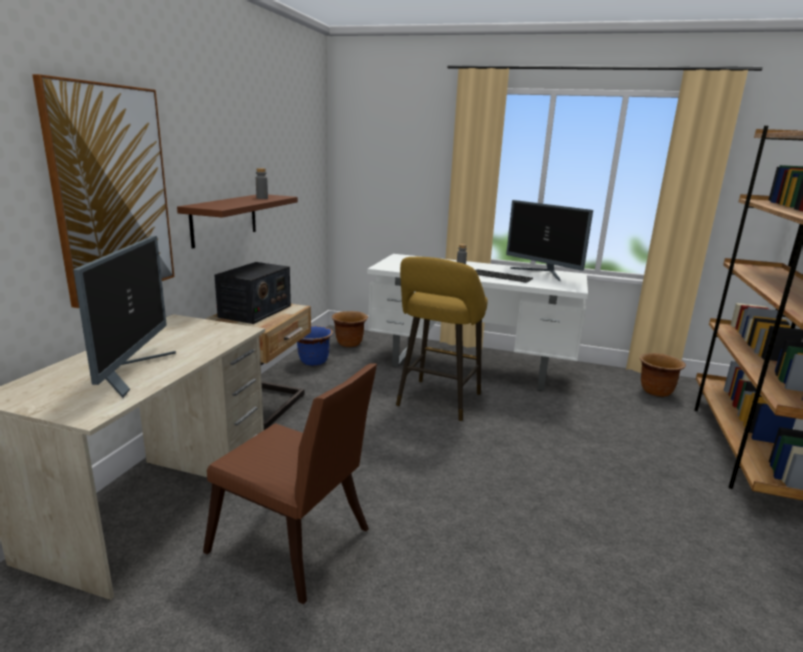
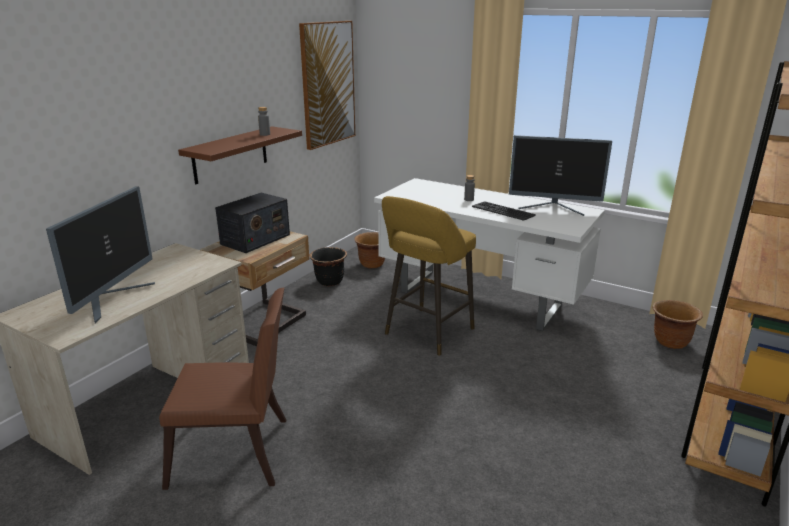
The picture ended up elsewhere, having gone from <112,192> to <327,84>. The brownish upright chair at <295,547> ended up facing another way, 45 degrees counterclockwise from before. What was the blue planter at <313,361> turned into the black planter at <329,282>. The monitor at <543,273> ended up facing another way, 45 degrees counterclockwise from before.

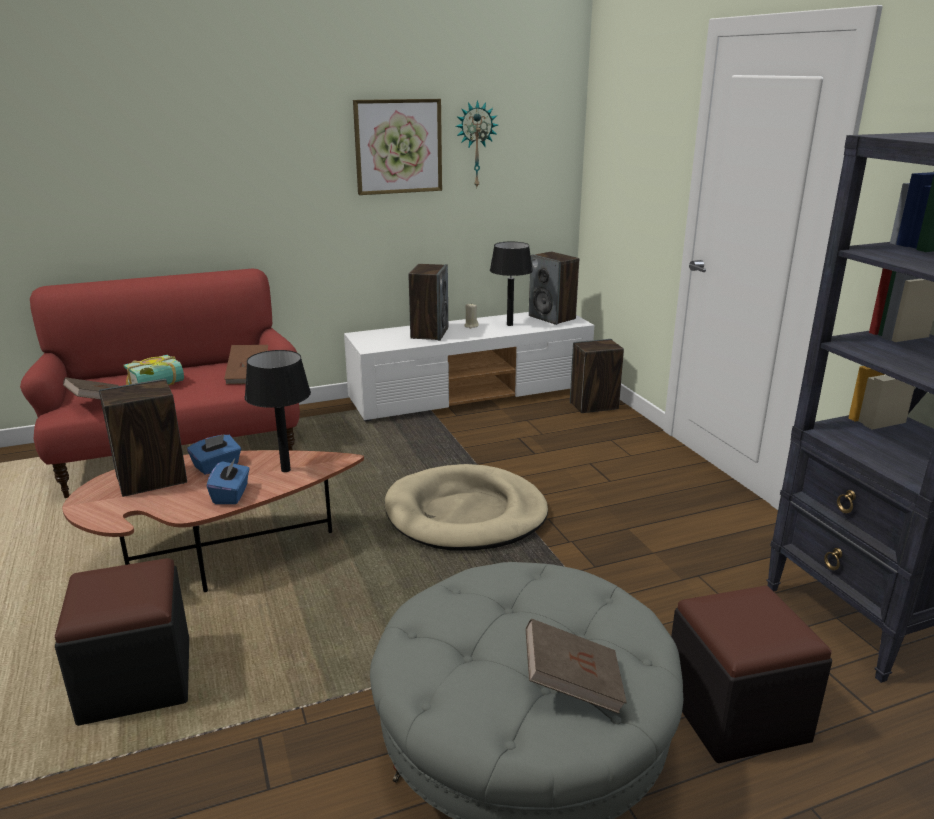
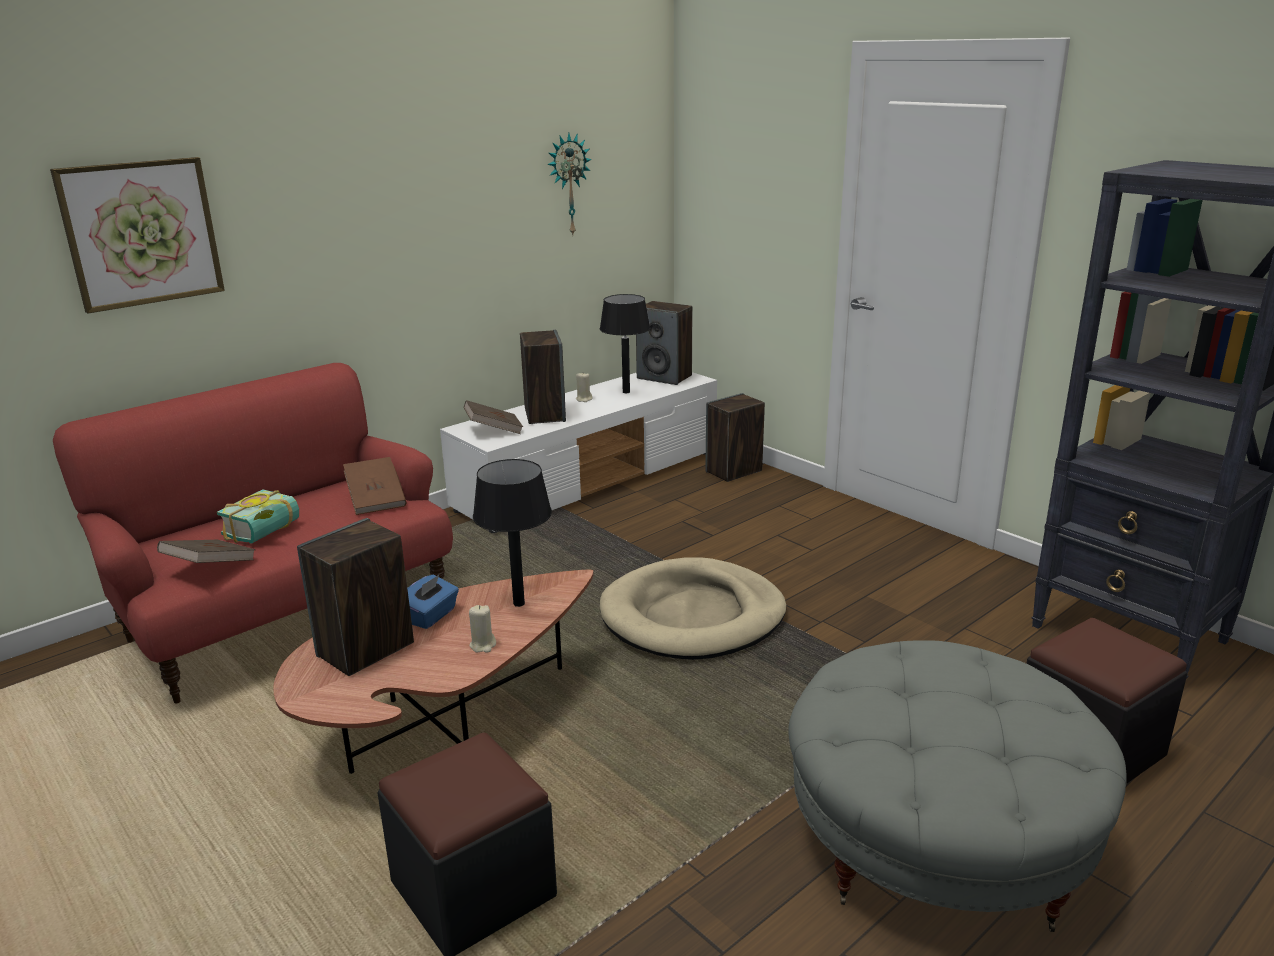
Where the blue tissue holder stood at <231,495>, the beige wax light came to stand at <483,645>. The picture ended up elsewhere, having gone from <398,146> to <141,233>. The brownish bound book ended up elsewhere, having gone from <572,684> to <494,430>.

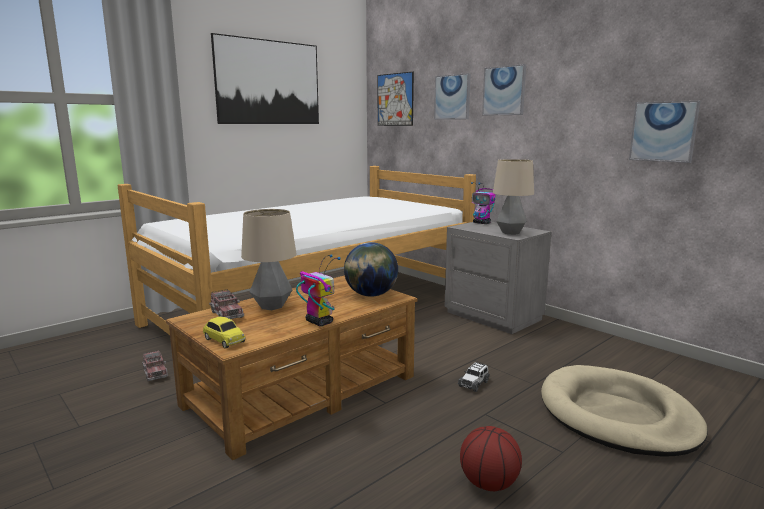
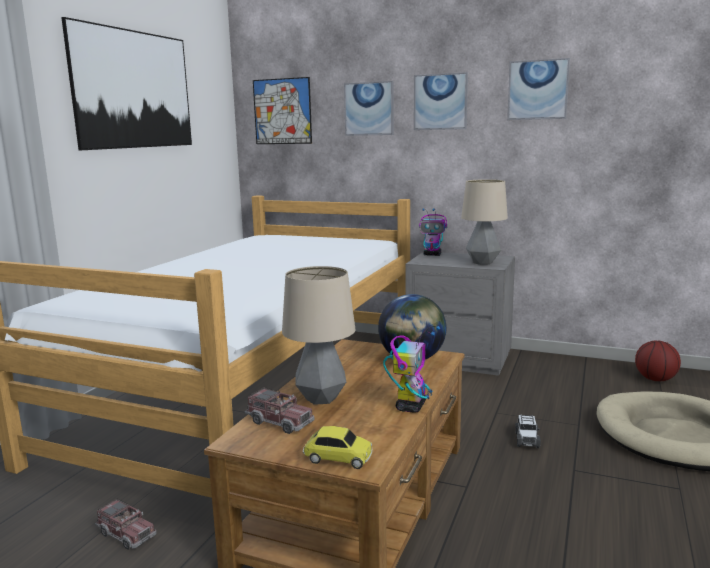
The toy robot at <319,322> ended up facing another way, 90 degrees clockwise from before. The basketball ball ended up elsewhere, having gone from <489,484> to <656,379>. The picture ended up elsewhere, having gone from <663,131> to <538,90>.

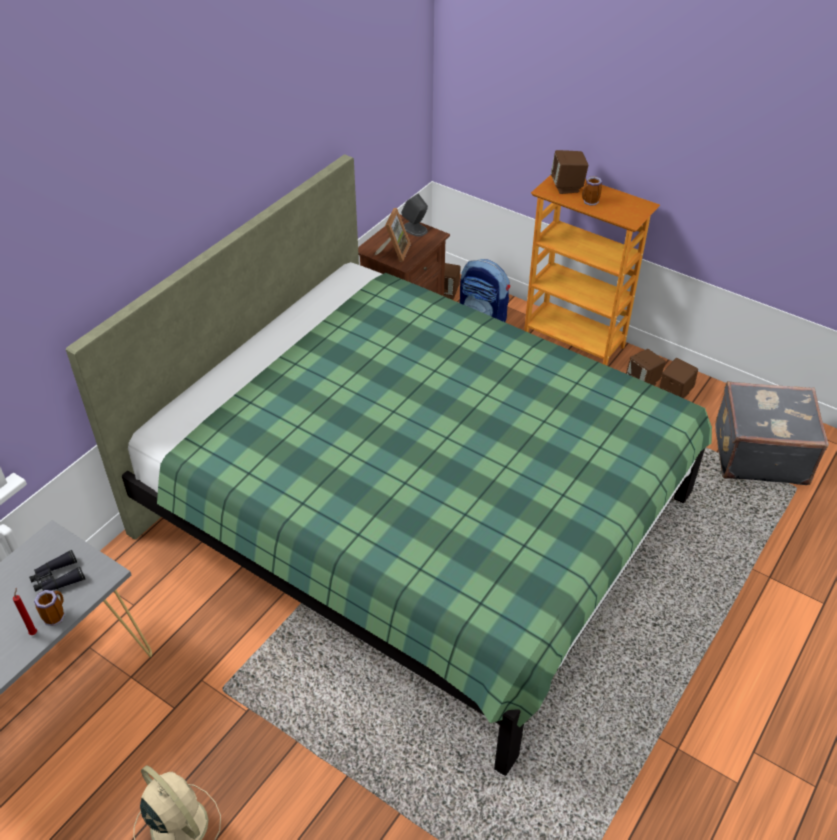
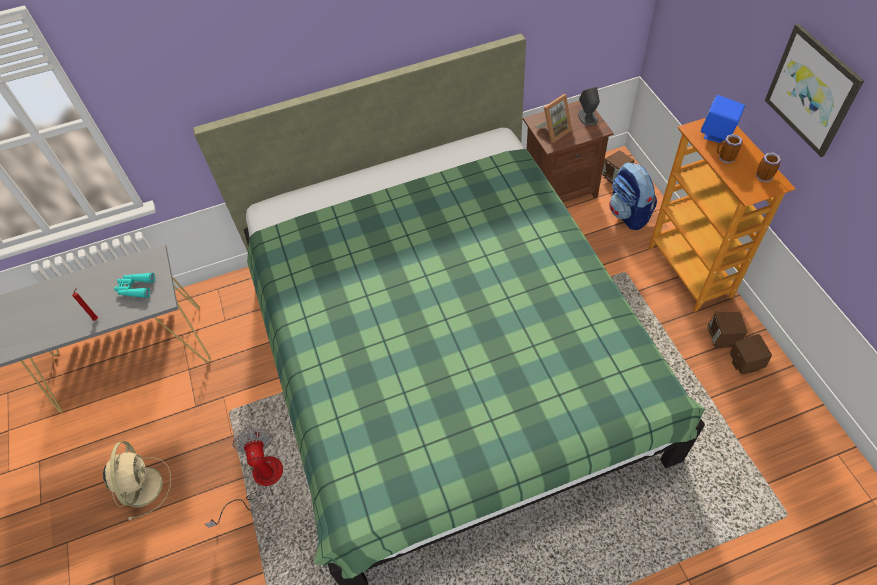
What was the black binoculars at <57,578> turned into the turquoise binoculars at <135,288>. The mug ended up elsewhere, having gone from <55,615> to <765,175>. What was the brownish loudspeaker at <567,187> turned into the blue loudspeaker at <717,134>. The second view lost the grey suitcase at <759,453>. The second view gained the fan at <259,481>. The second view gained the picture at <812,90>.

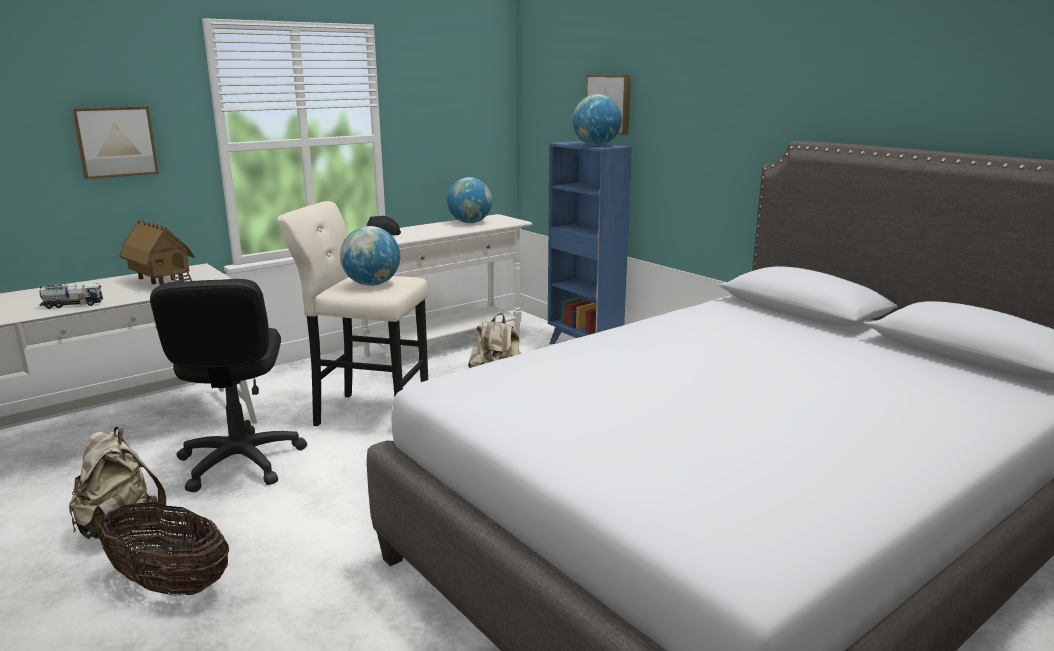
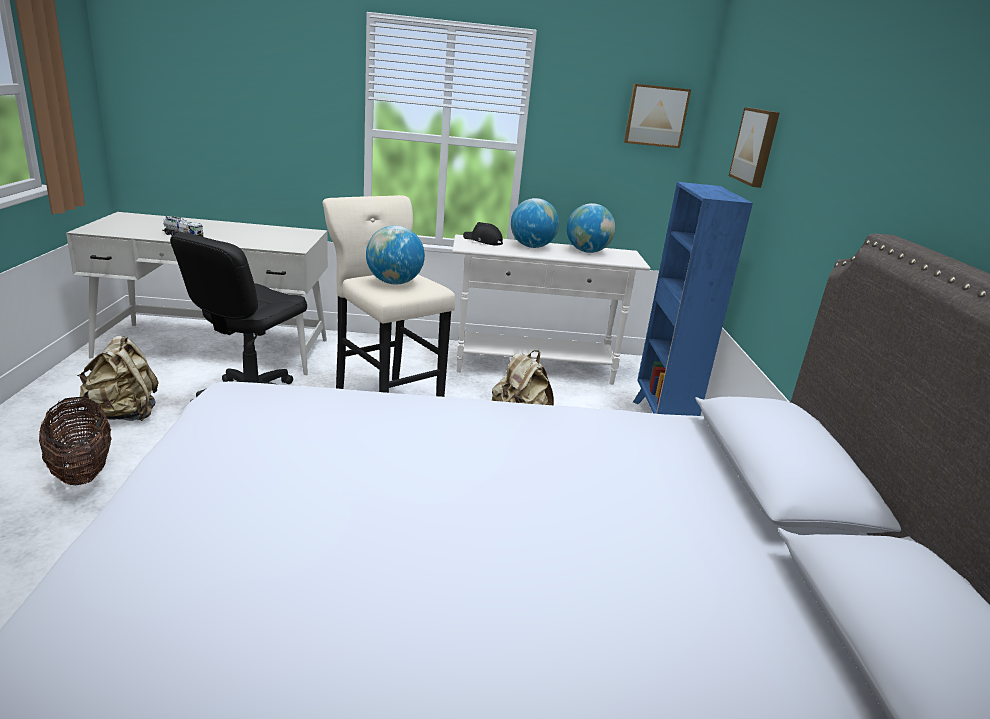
The picture ended up elsewhere, having gone from <115,141> to <656,116>. The second view lost the model house at <162,282>. The world globe ended up elsewhere, having gone from <596,145> to <531,247>.

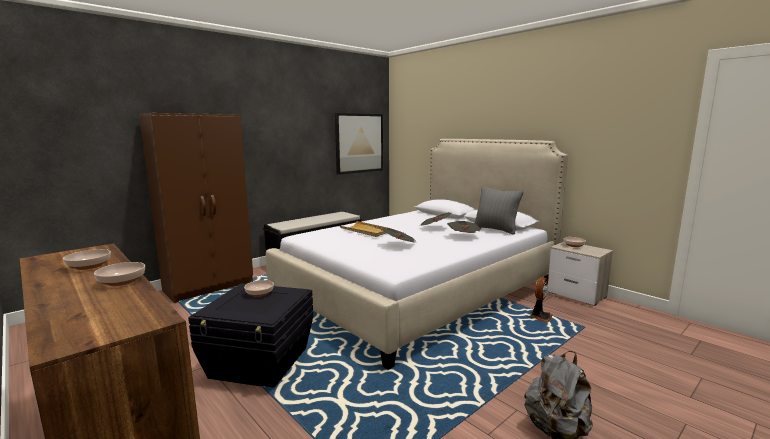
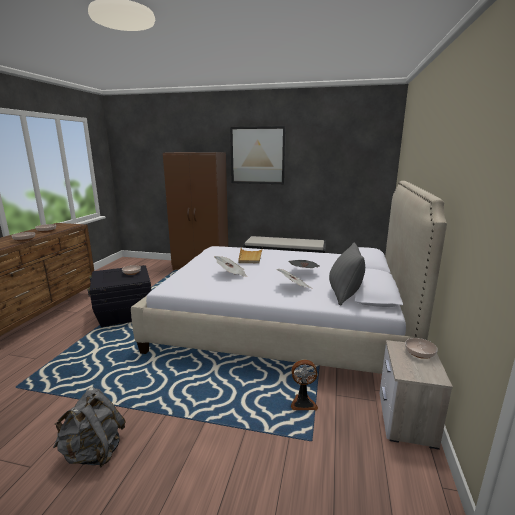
The picture ended up elsewhere, having gone from <359,143> to <257,155>.

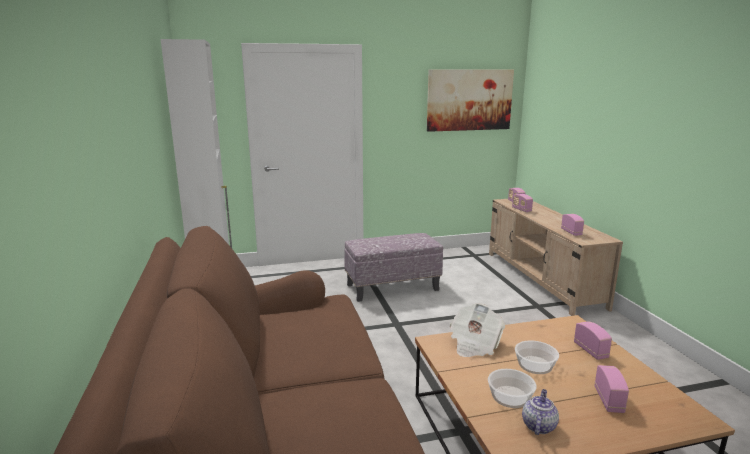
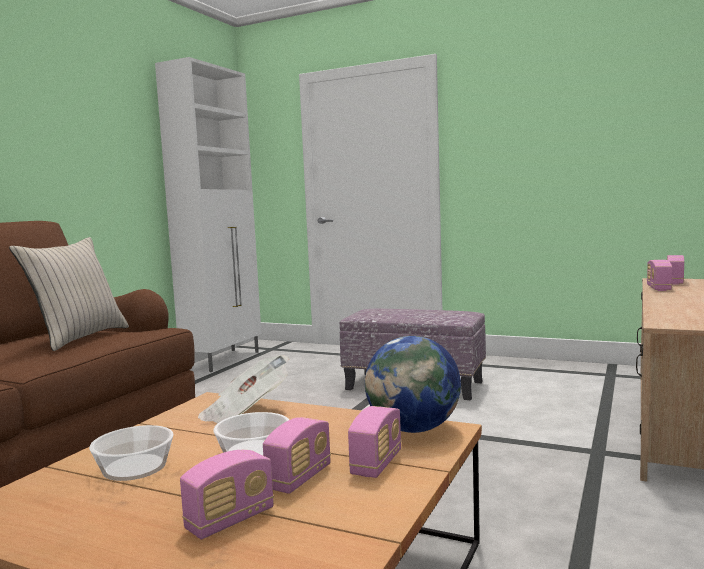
The second view lost the picture at <469,100>. The second view lost the tea pot at <538,425>. The radio set ended up elsewhere, having gone from <571,232> to <299,478>. The second view gained the beige throw pillow at <78,338>. The second view gained the world globe at <414,429>.

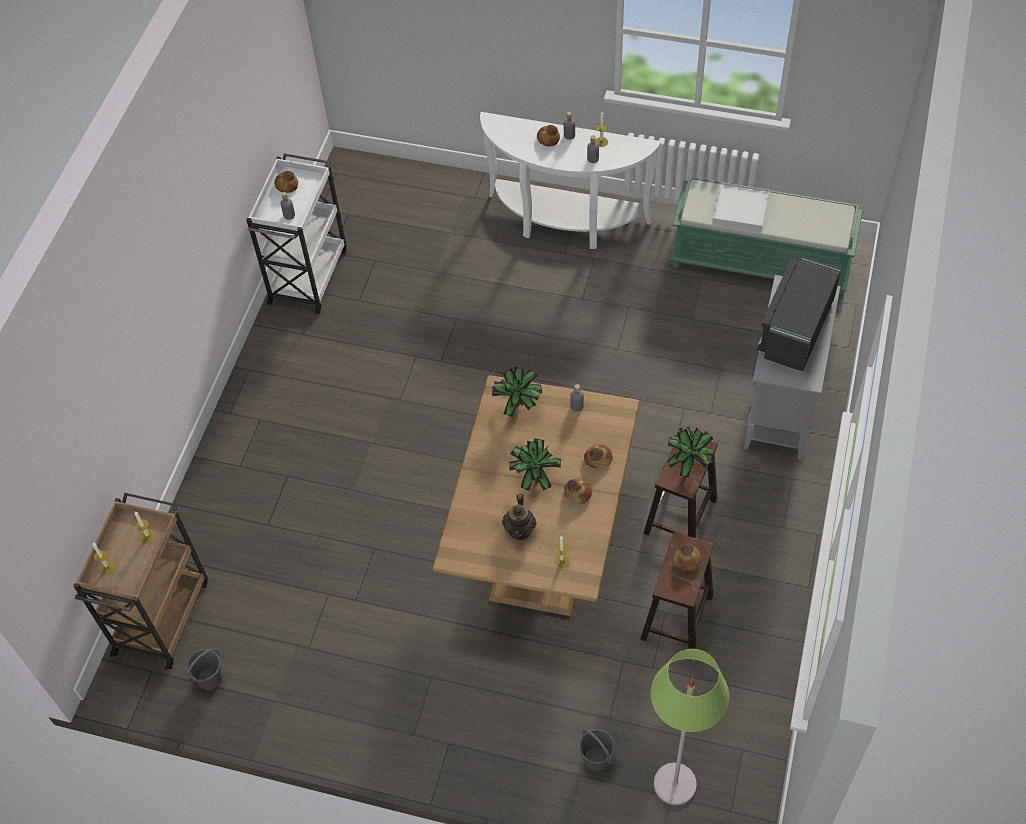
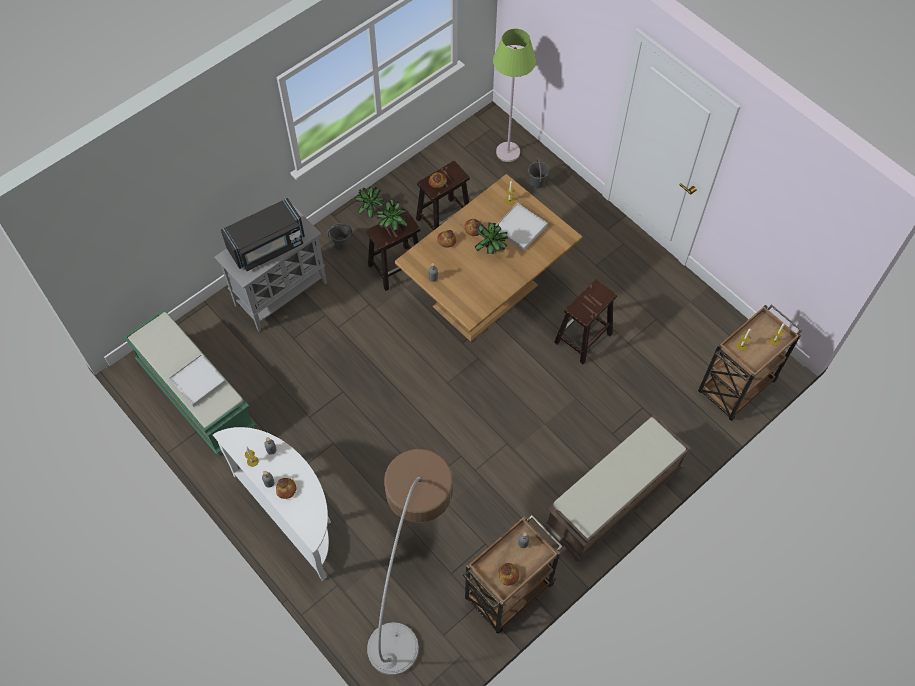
The grey water bucket ended up elsewhere, having gone from <209,678> to <341,243>. What was the white trolley at <308,275> turned into the brownish trolley at <508,593>. The houseplant ended up elsewhere, having gone from <519,407> to <370,211>. Where the tea pot stood at <520,530>, the white carrying tray came to stand at <520,228>. The second view gained the standing lamp at <410,581>. The second view gained the brownish long seat at <612,500>. The second view gained the brownish sitting stool at <582,339>.

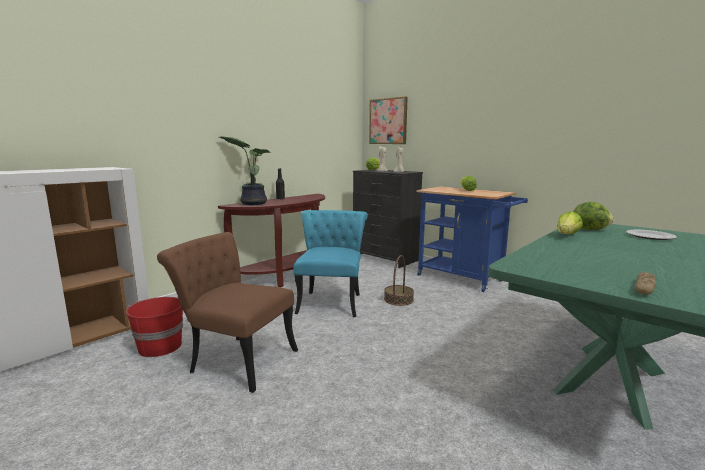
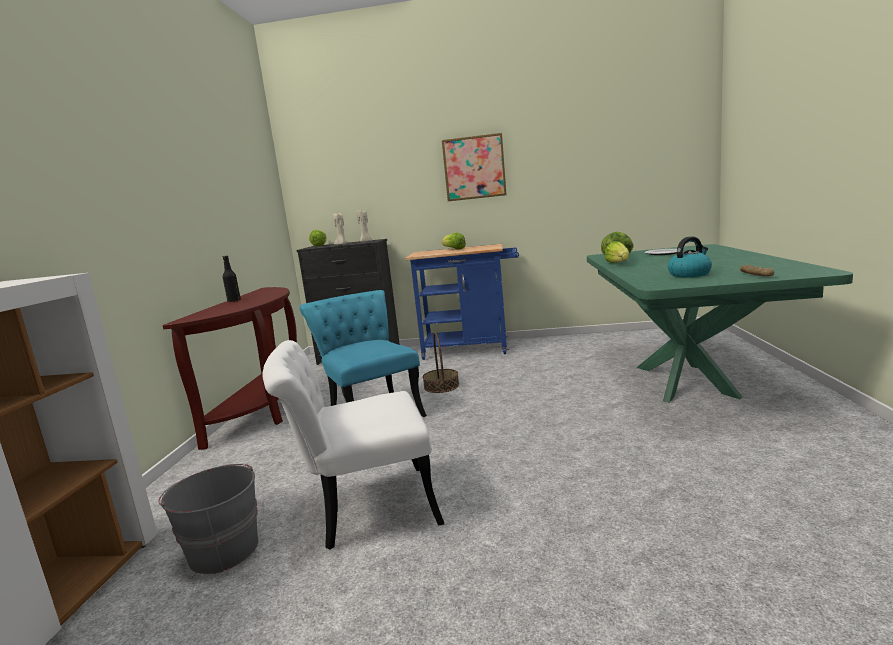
What was the reddish water bucket at <160,346> turned into the grey water bucket at <223,550>. What was the brownish upright chair at <235,359> turned into the white upright chair at <363,509>. The second view lost the houseplant at <252,203>. The picture ended up elsewhere, having gone from <388,121> to <474,168>. The second view gained the water kettle at <689,274>.

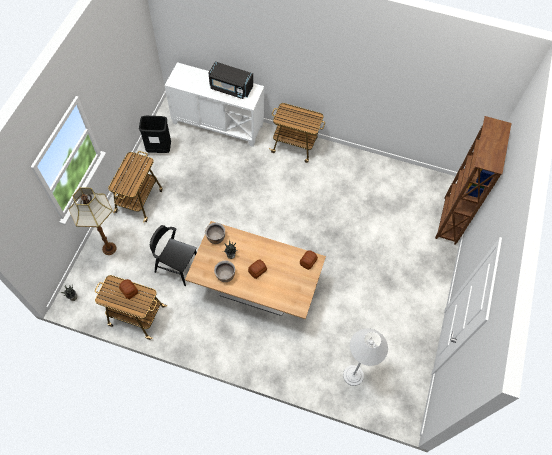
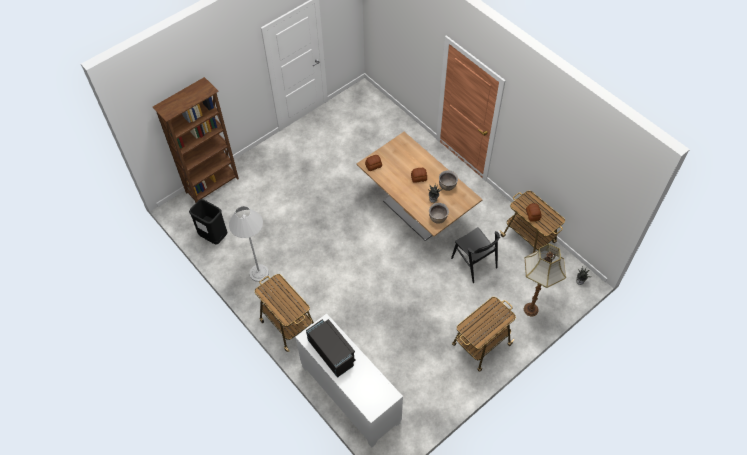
The black rubbish bin ended up elsewhere, having gone from <159,149> to <213,237>. The white standing lamp ended up elsewhere, having gone from <353,375> to <259,273>.

